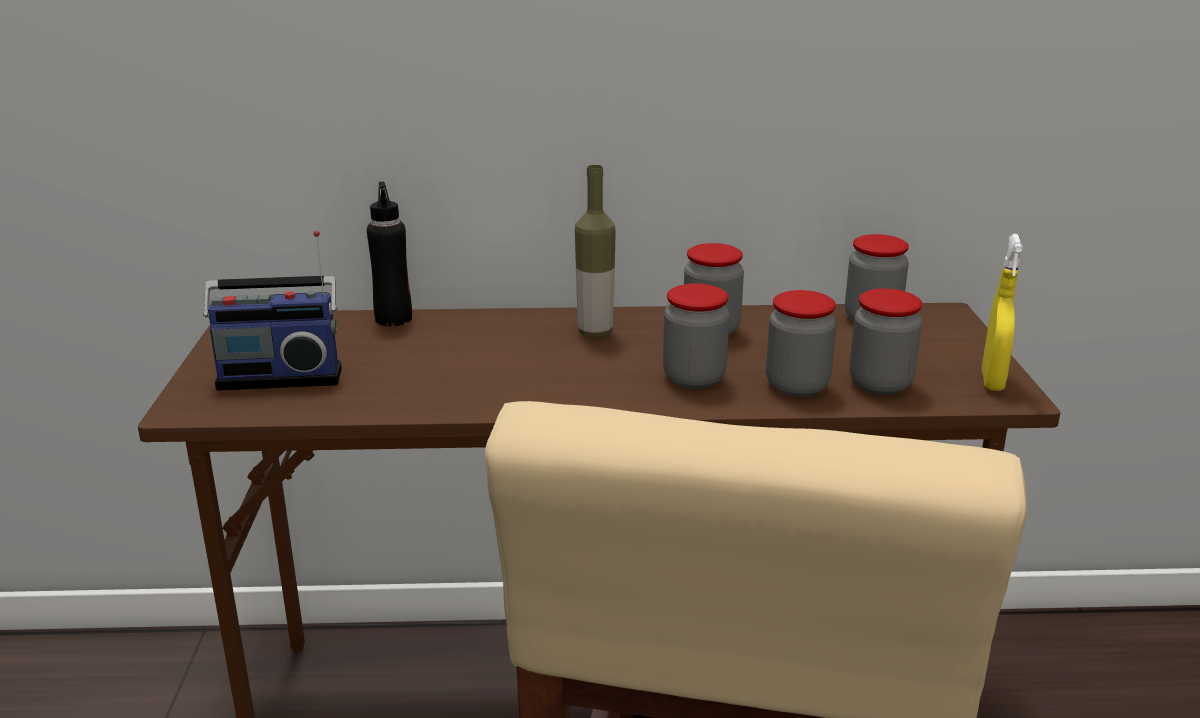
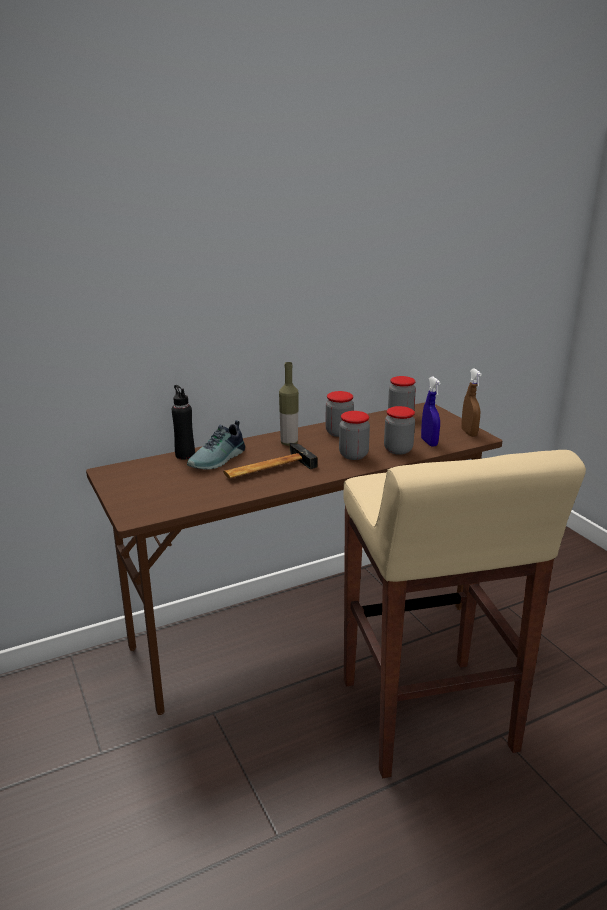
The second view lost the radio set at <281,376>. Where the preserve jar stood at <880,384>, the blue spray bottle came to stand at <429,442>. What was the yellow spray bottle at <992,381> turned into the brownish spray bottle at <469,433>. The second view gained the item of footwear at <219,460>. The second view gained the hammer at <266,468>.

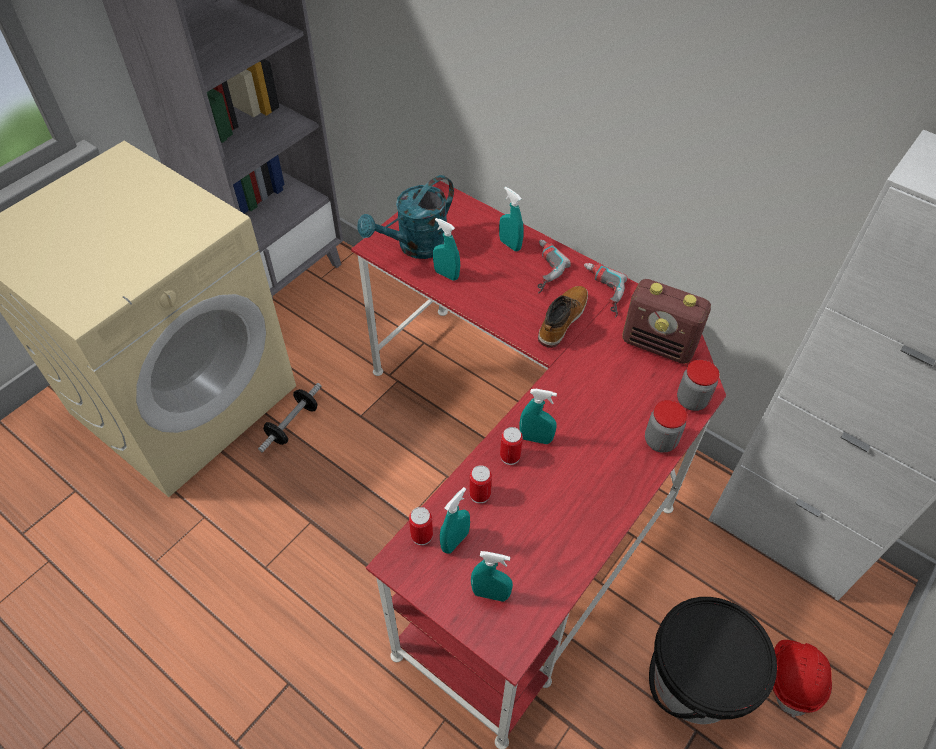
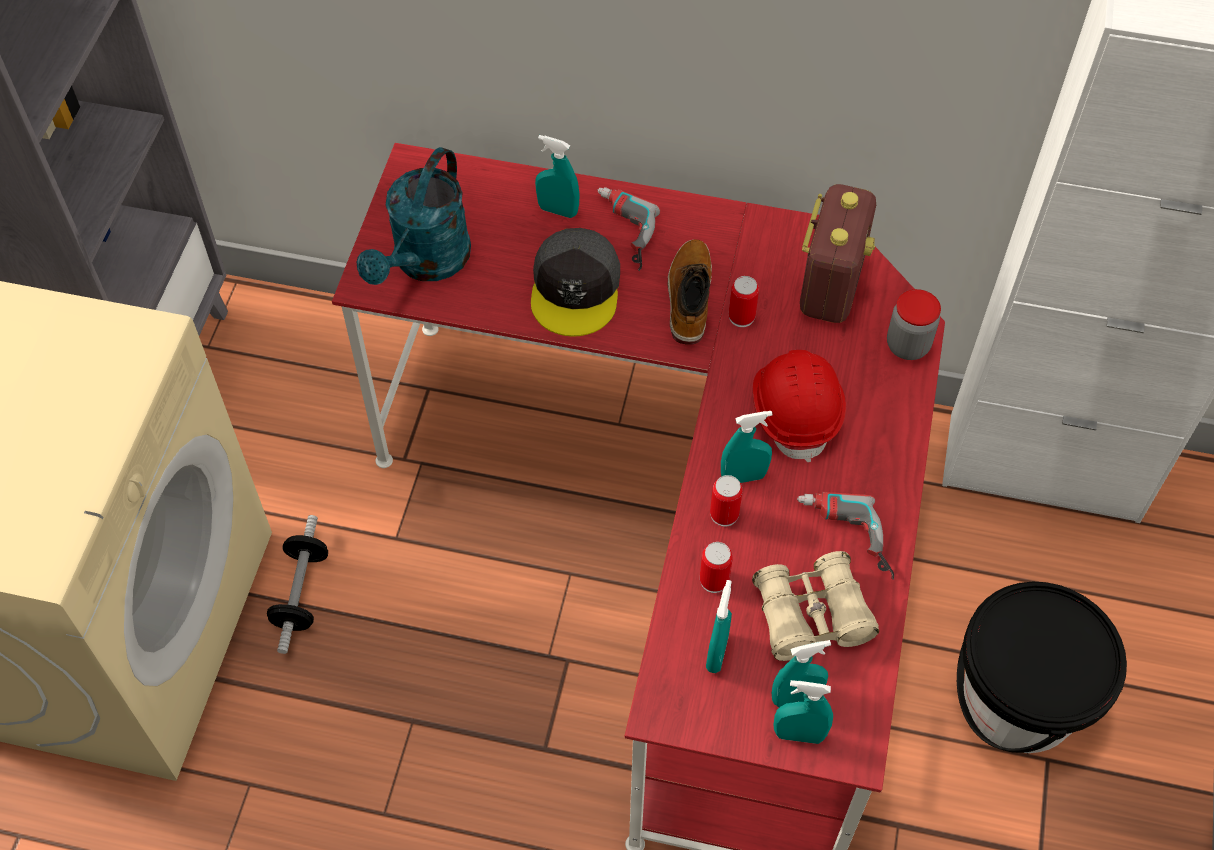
The sealed can ended up elsewhere, having gone from <422,535> to <741,317>. The turquoise spray bottle ended up elsewhere, having gone from <446,274> to <799,735>. The drill ended up elsewhere, having gone from <599,292> to <843,539>. The radio set at <659,345> ended up facing another way, 75 degrees counterclockwise from before. The second view lost the preserve jar at <660,441>. The reddish work helmet ended up elsewhere, having gone from <795,678> to <796,411>. The second view gained the grey cap at <576,289>. The second view gained the beige binoculars at <811,615>.

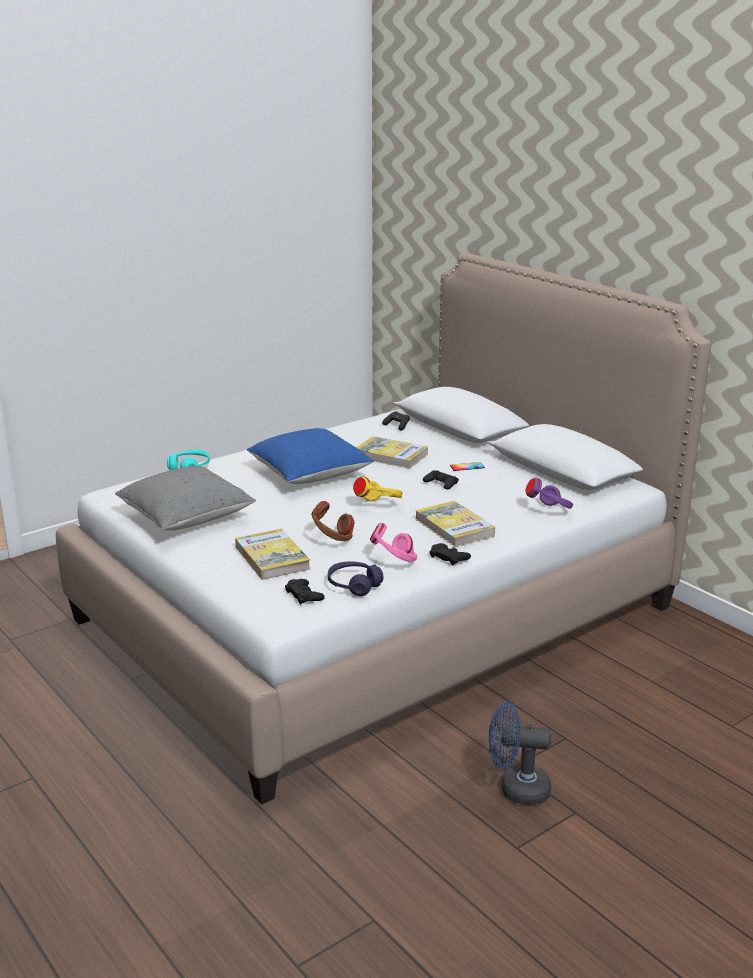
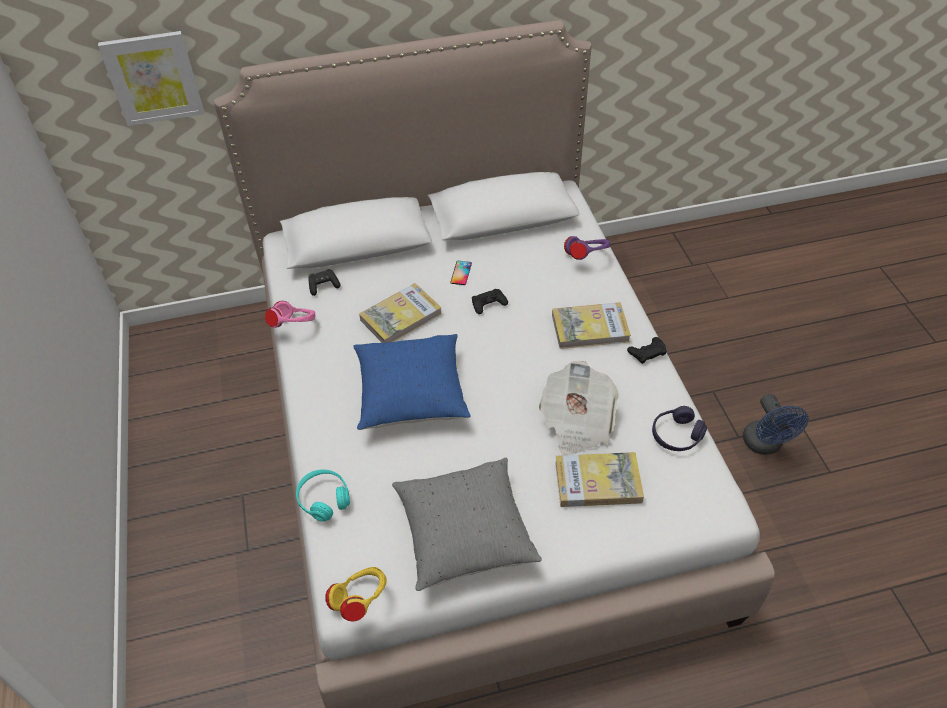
The second view lost the black joypad at <304,595>. Where the brownish pair of headphones stood at <332,540>, the printed paper came to stand at <576,422>. The yellow pair of headphones ended up elsewhere, having gone from <379,506> to <361,600>. The pink-coloured pair of headphones ended up elsewhere, having gone from <395,562> to <294,326>. The blue fan at <516,789> ended up facing another way, 45 degrees counterclockwise from before. The second view gained the picture at <153,78>.

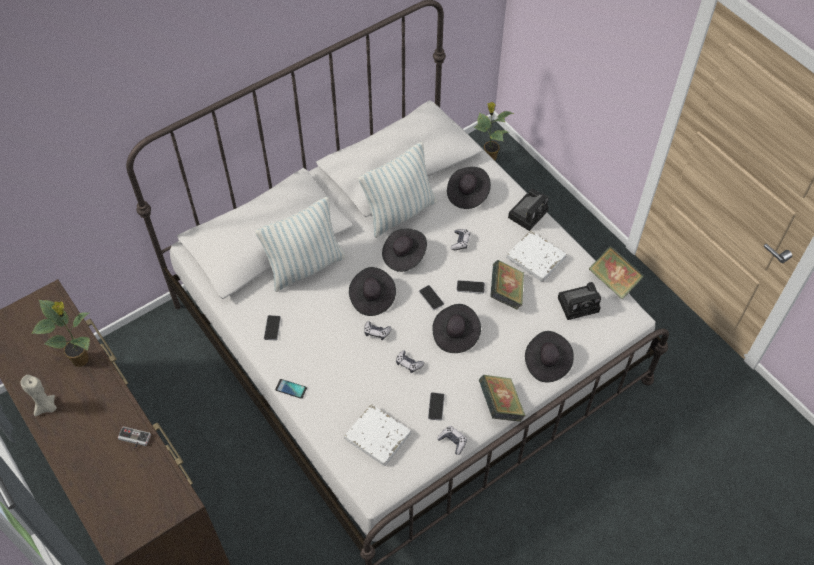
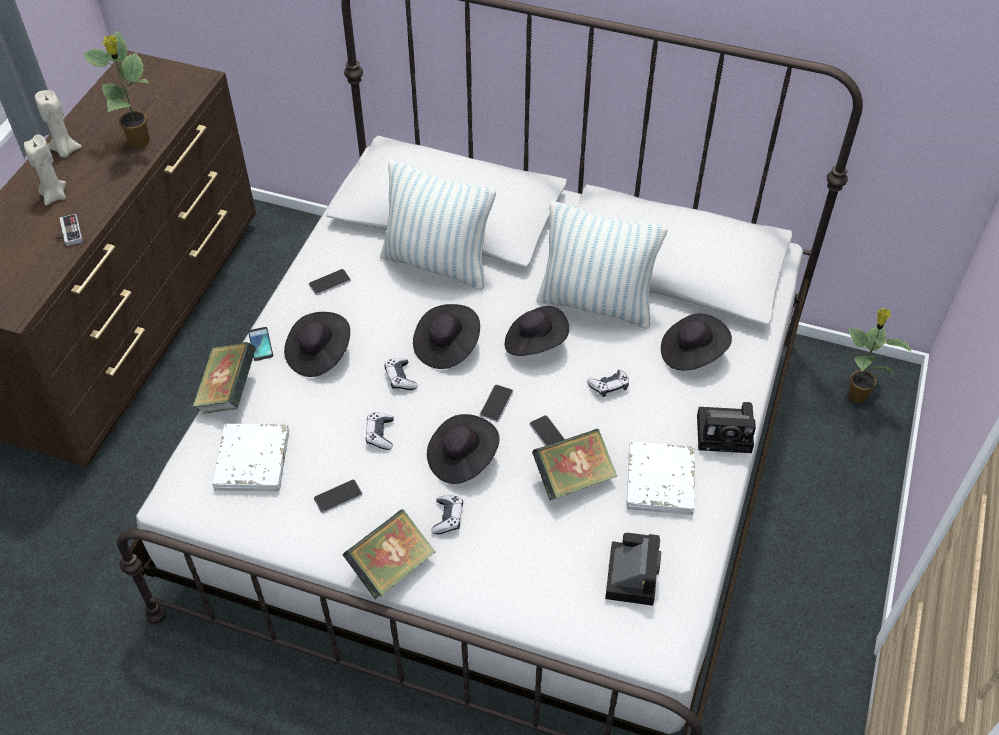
The joypad ended up elsewhere, having gone from <452,441> to <448,518>. The black hat ended up elsewhere, having gone from <547,363> to <318,354>. The photo camera at <579,304> ended up facing another way, 120 degrees counterclockwise from before. The bound book ended up elsewhere, having gone from <613,281> to <228,392>. The second view gained the beige wax light at <54,196>.

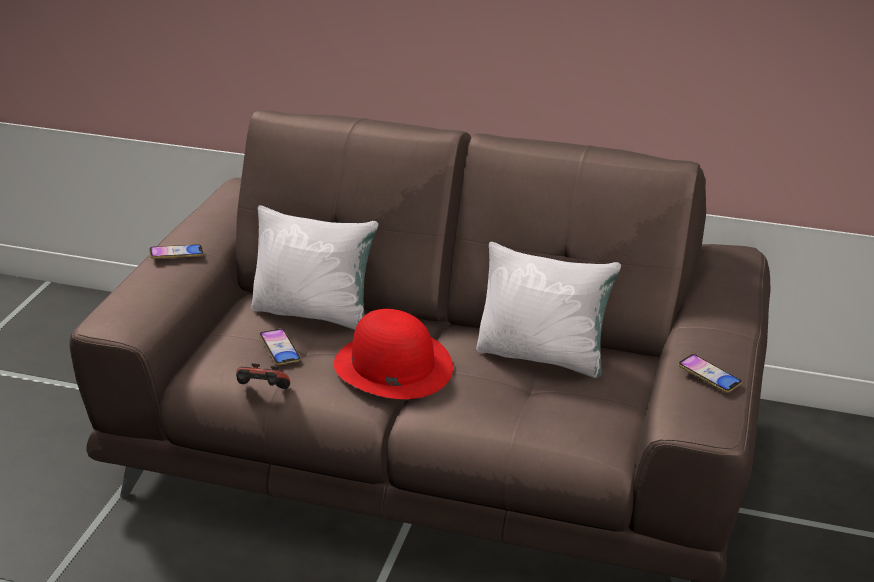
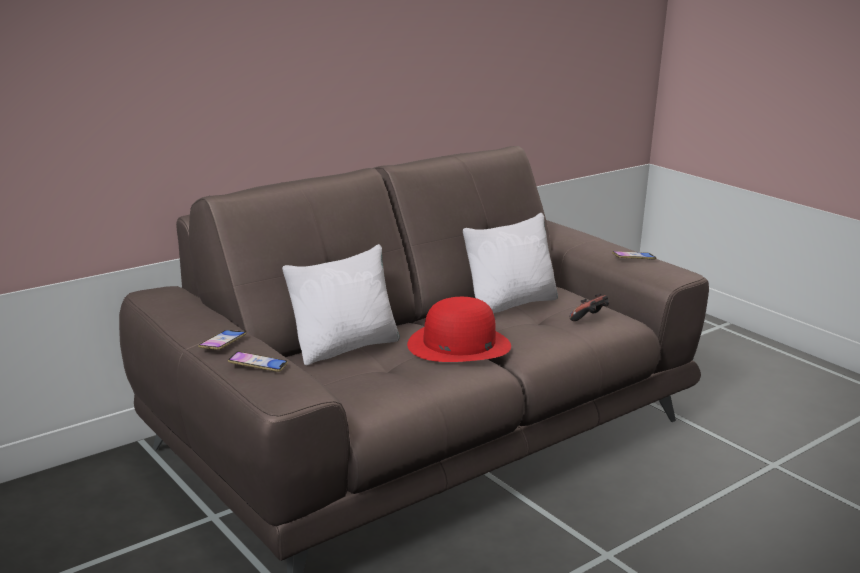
The joypad ended up elsewhere, having gone from <262,391> to <590,319>. The telephone ended up elsewhere, having gone from <280,350> to <258,365>.

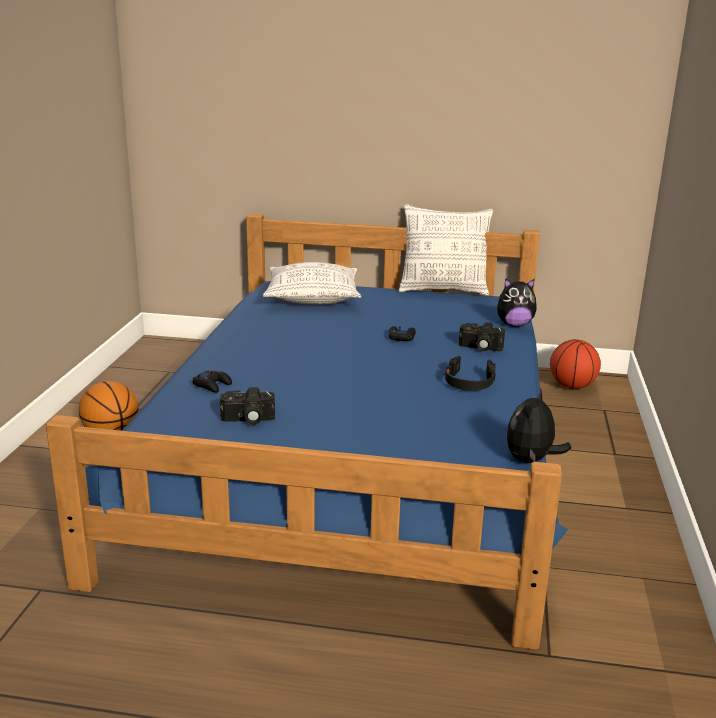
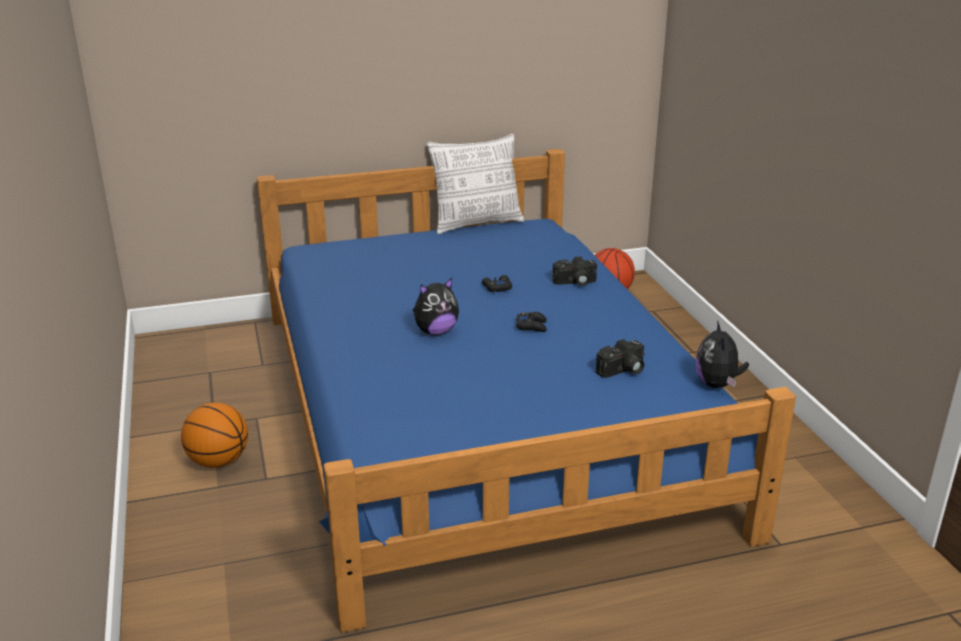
The black joypad ended up elsewhere, having gone from <212,385> to <532,326>. The photo camera ended up elsewhere, having gone from <247,420> to <622,371>. The second view lost the throw pillow at <313,298>. The second view lost the black pair of headphones at <469,382>. The cuddly toy ended up elsewhere, having gone from <514,324> to <435,331>.

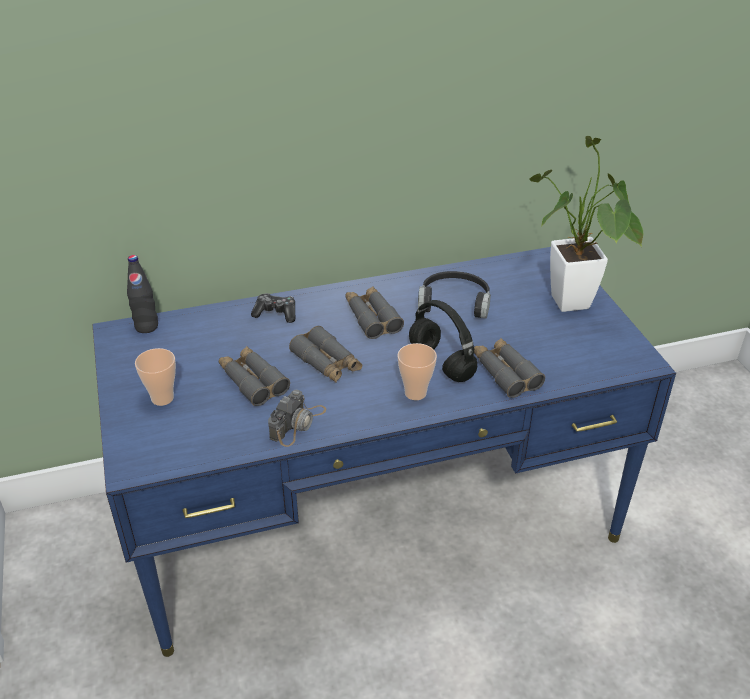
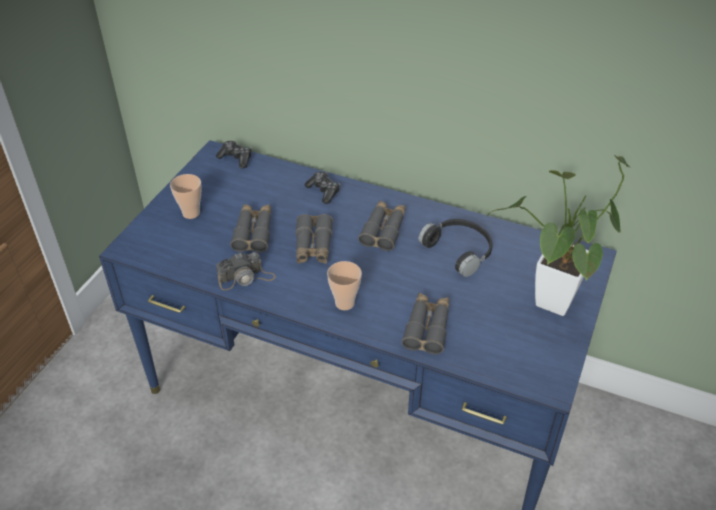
Where the black drink bottle stood at <146,327>, the joypad came to stand at <236,158>. The second view lost the black pair of headphones at <440,362>.

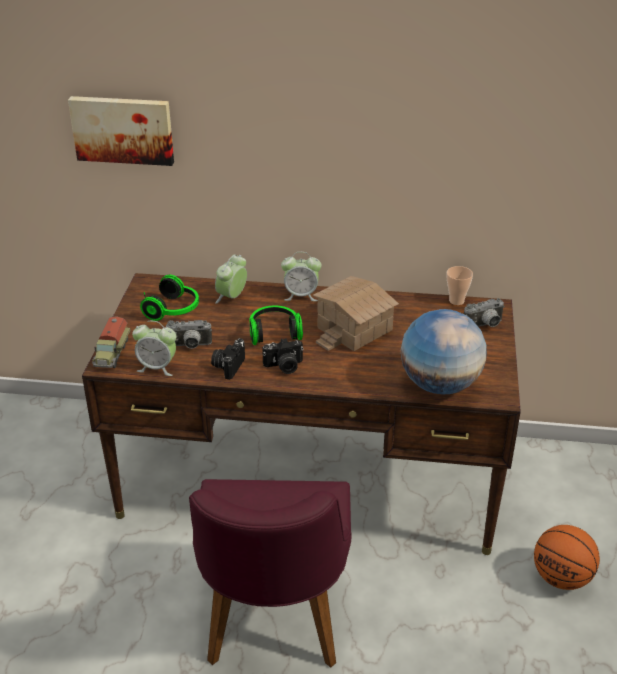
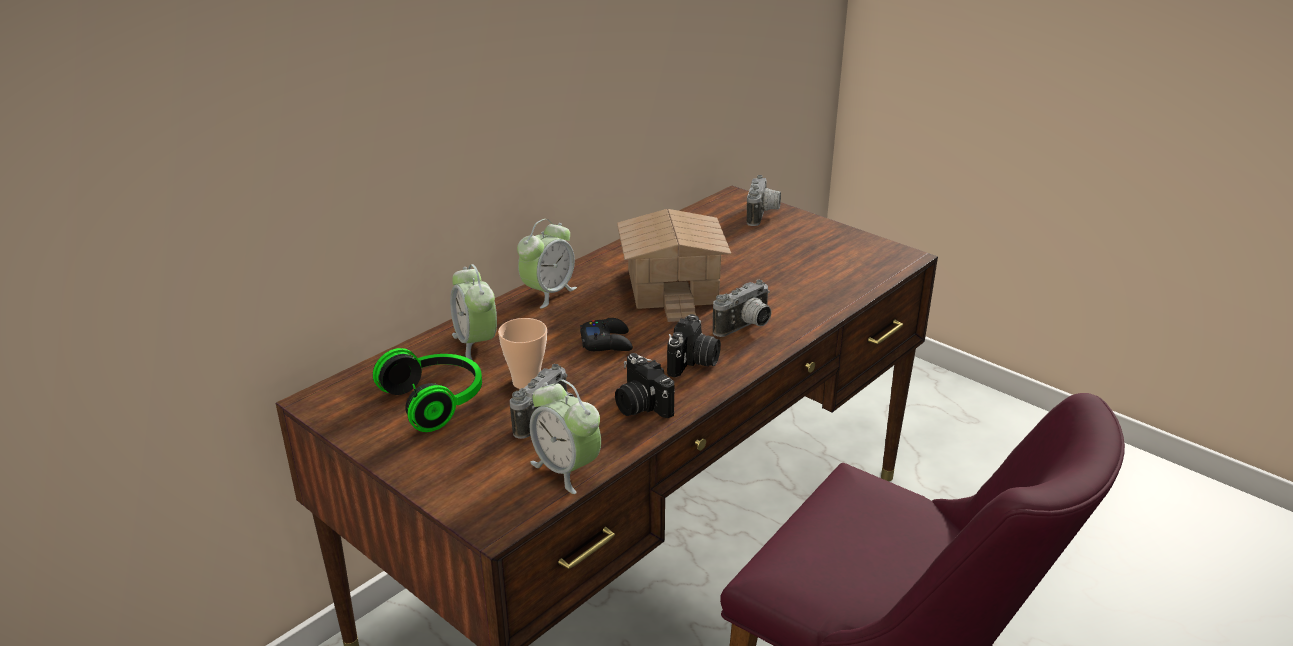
The second view lost the picture at <123,129>. The second view lost the toy lorry at <111,353>. The bedside clock at <157,367> ended up facing another way, 90 degrees clockwise from before. Where the pair of headphones stood at <274,333>, the black joypad came to stand at <607,342>. The second view lost the world globe at <440,384>. The drinking cup ended up elsewhere, having gone from <456,301> to <526,382>. The second view lost the basketball ball at <561,577>. The second view gained the photo camera at <746,327>.

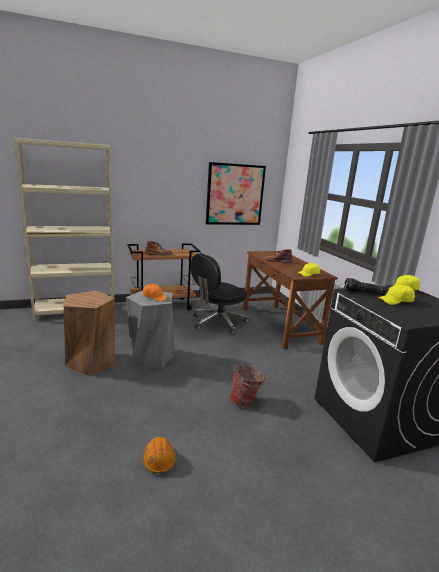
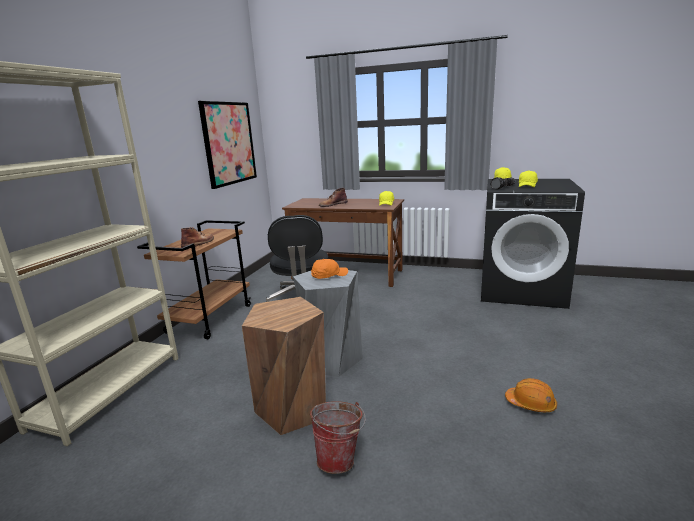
The water bucket ended up elsewhere, having gone from <246,402> to <340,458>.

